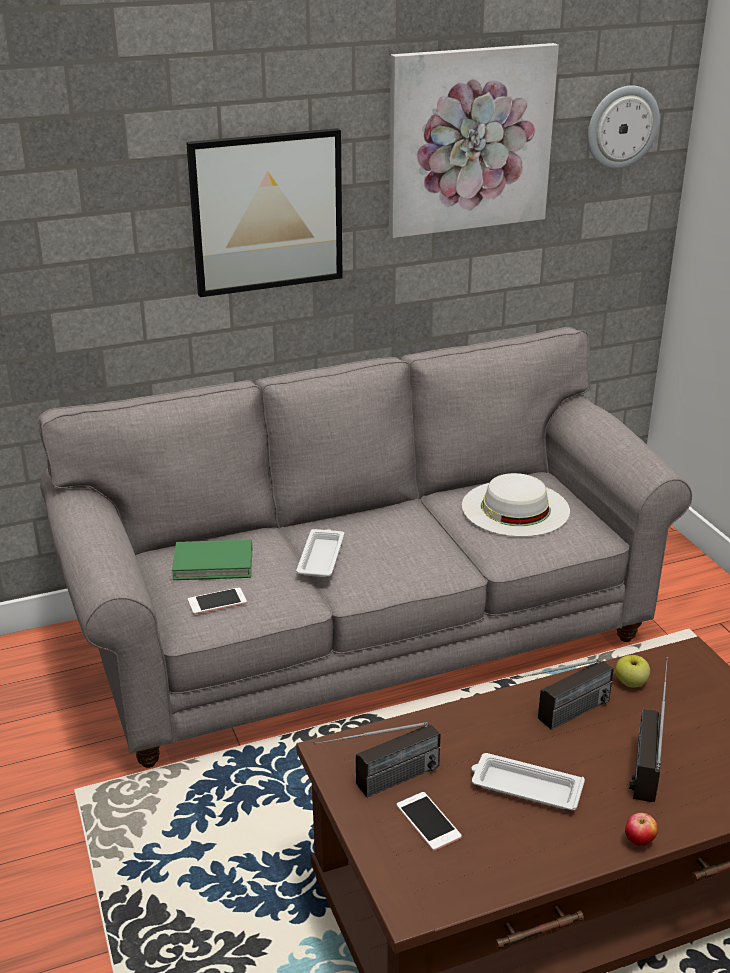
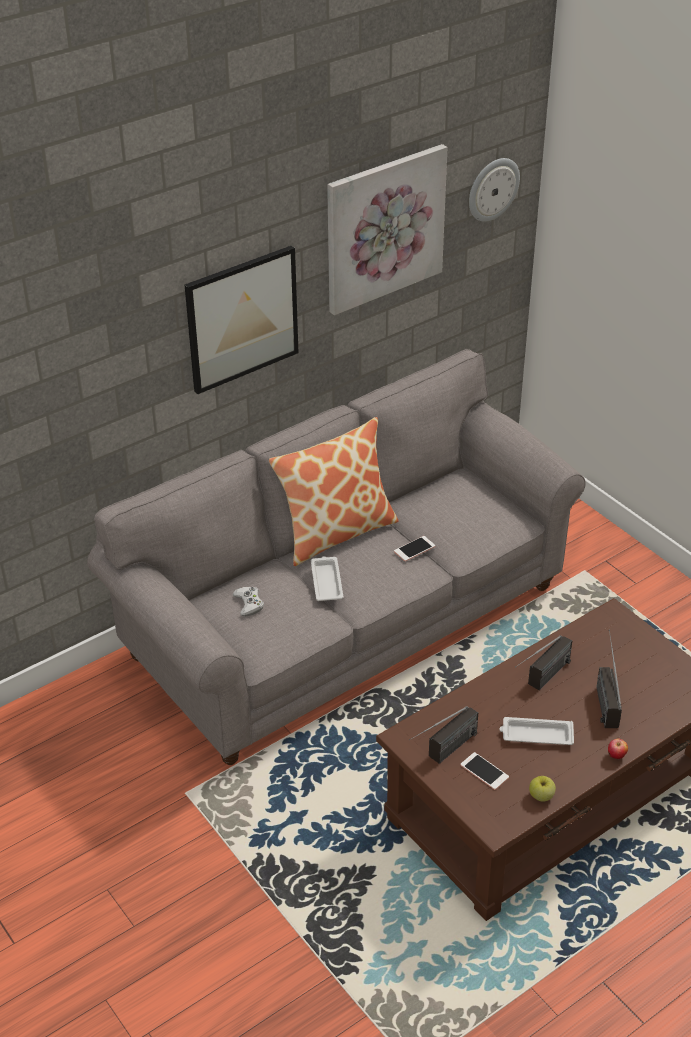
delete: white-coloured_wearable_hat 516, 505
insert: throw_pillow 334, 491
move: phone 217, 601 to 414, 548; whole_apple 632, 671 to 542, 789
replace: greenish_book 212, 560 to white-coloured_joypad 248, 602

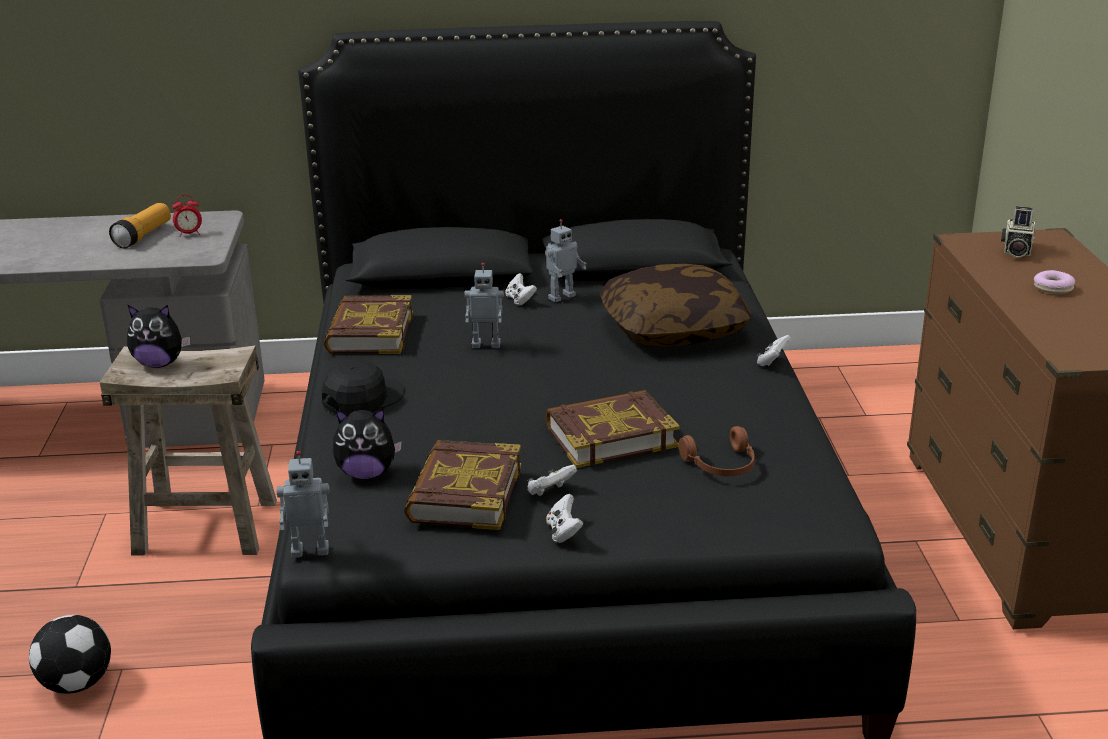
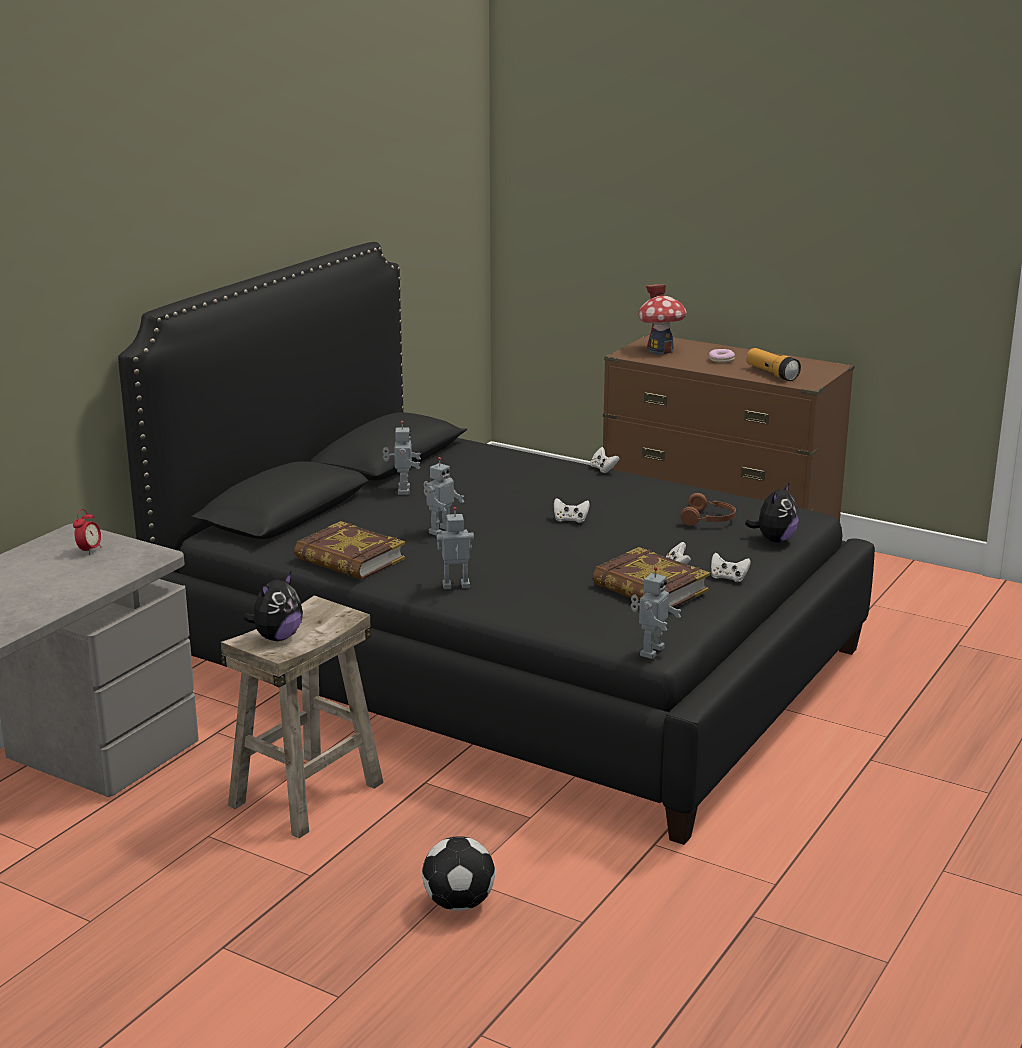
delete: book 613, 429; throw_pillow 676, 305
move: torch 140, 226 to 774, 364; plush_toy 367, 443 to 772, 512; white-coloured_joypad 521, 289 to 572, 510
replace: black_cap 363, 387 to model_robot 455, 548; still_camera 1018, 232 to miniature_house 662, 319

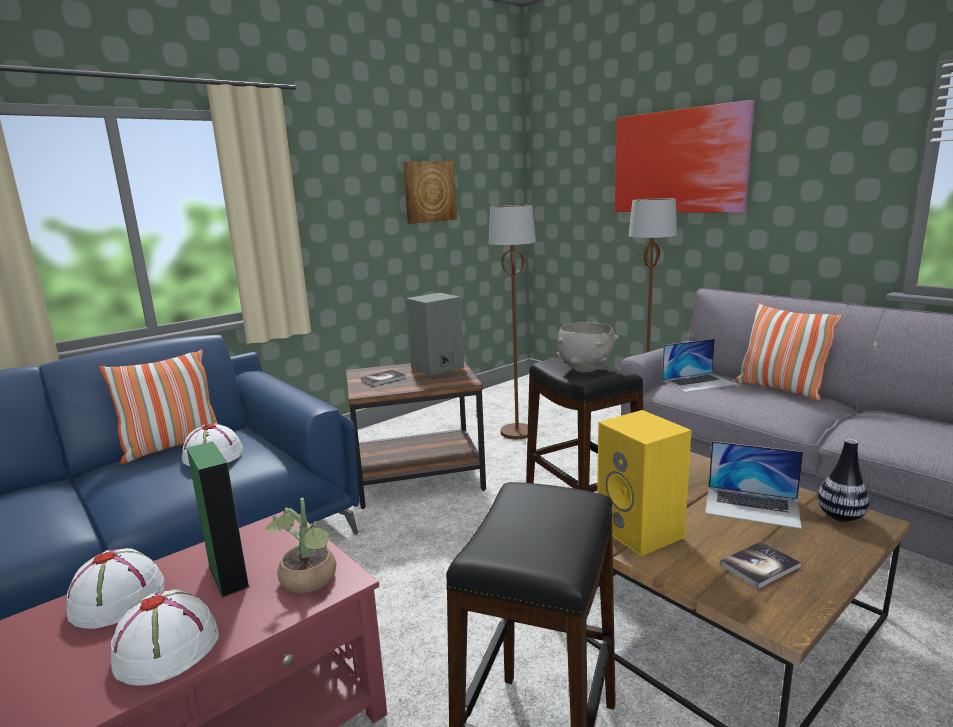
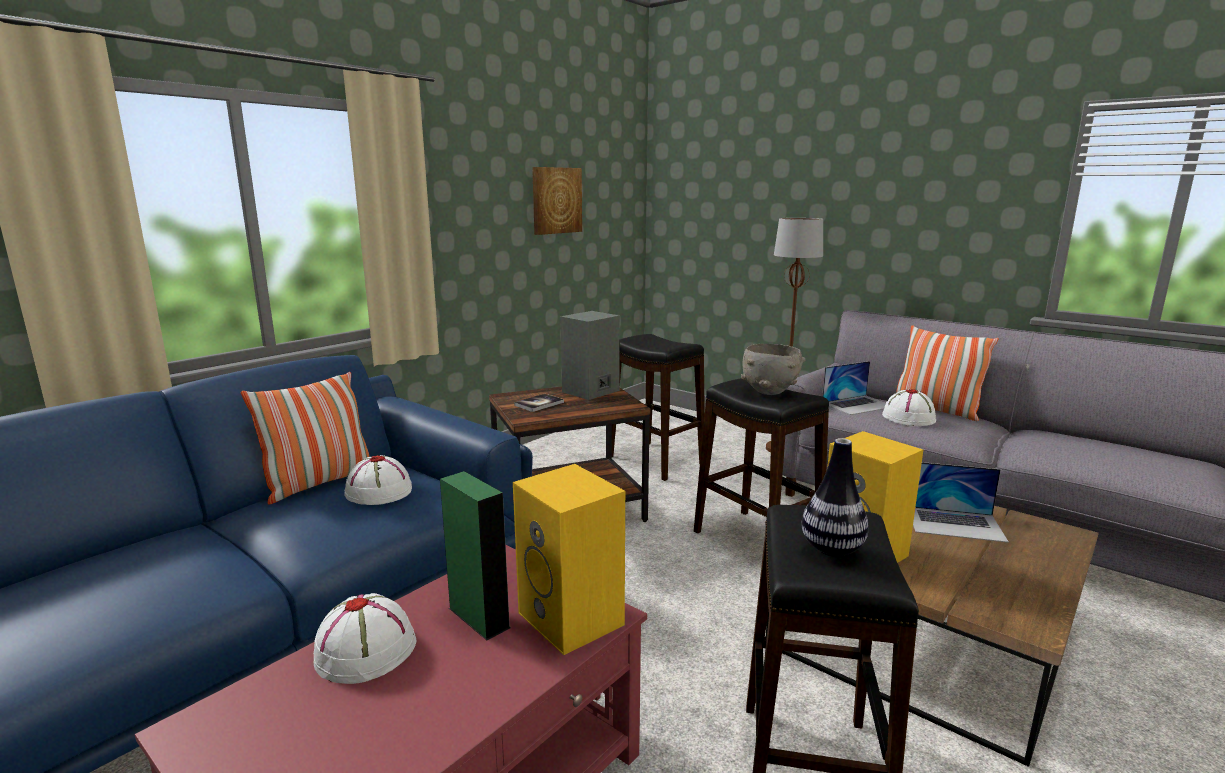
delete: picture 684, 156; book 760, 565
move: white-coloured_wearable_hat 165, 637 to 909, 407; decorative_vase 843, 480 to 835, 497
replace: plant_in_a_pot 301, 545 to yellow_loudspeaker 569, 559; brownish_standing_lamp 512, 322 to black_stool 658, 407

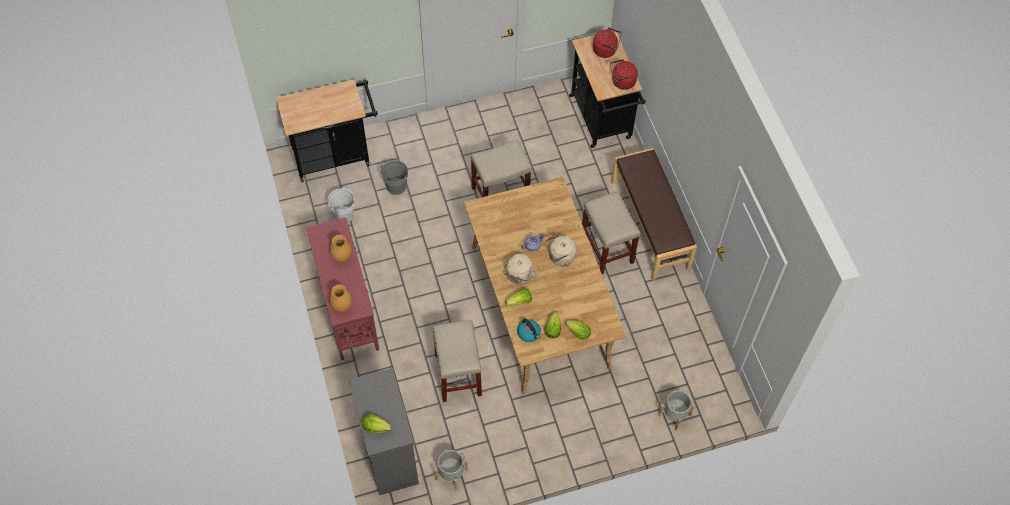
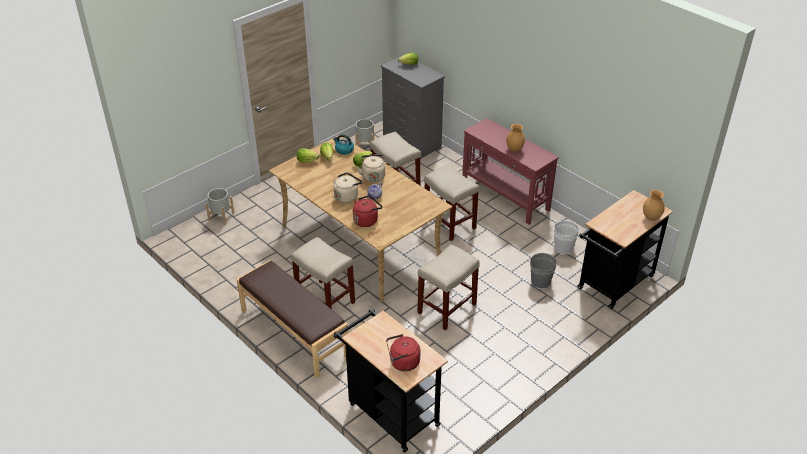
insert: beige_stool 451, 203
move: brownish_decorative_vase 340, 298 to 654, 205; red_water_kettle 624, 74 to 368, 211

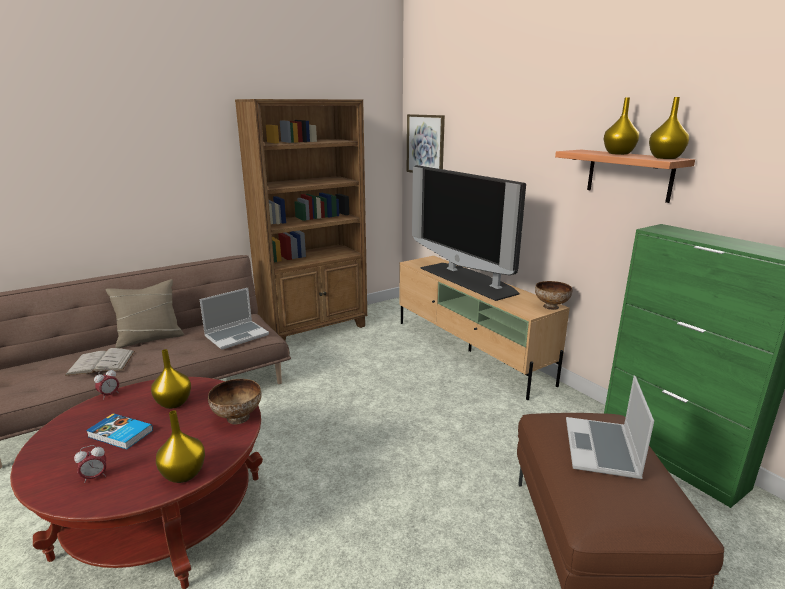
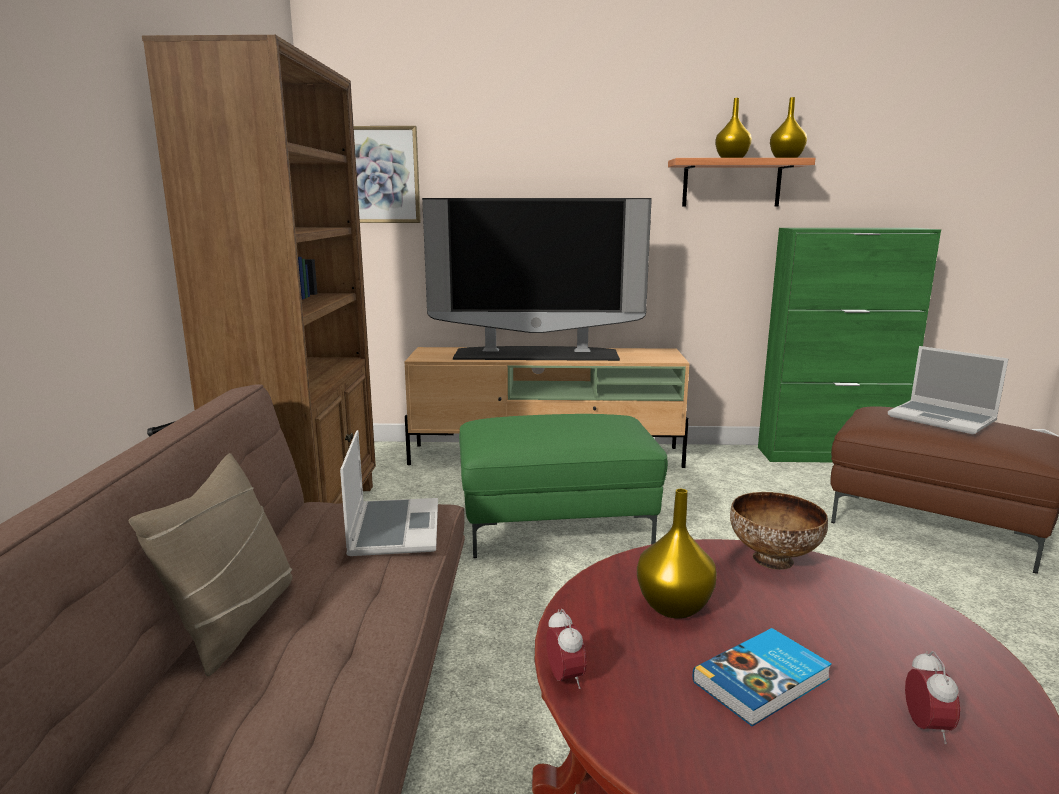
delete: white-coloured_book 100, 362; yellow_decorative_vase 180, 446; bowl 553, 295
insert: greenish_footrest 563, 486

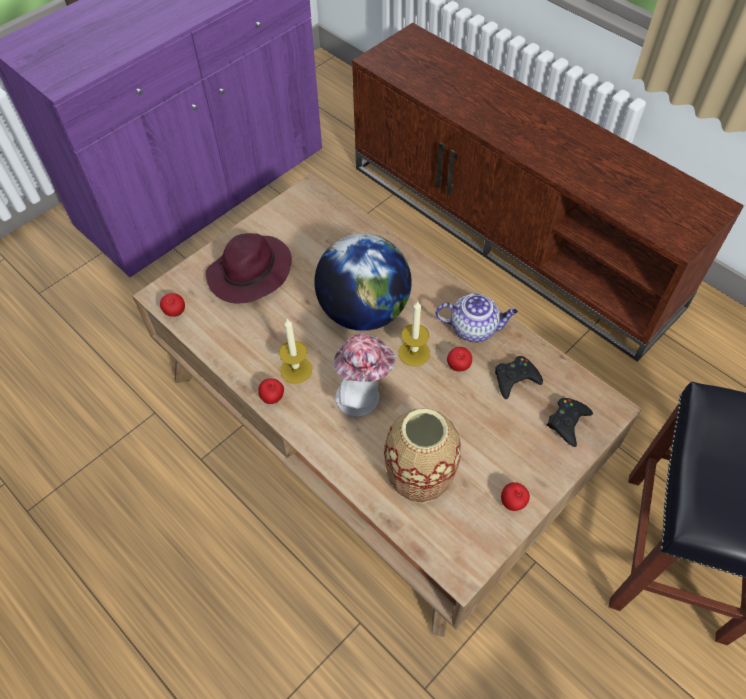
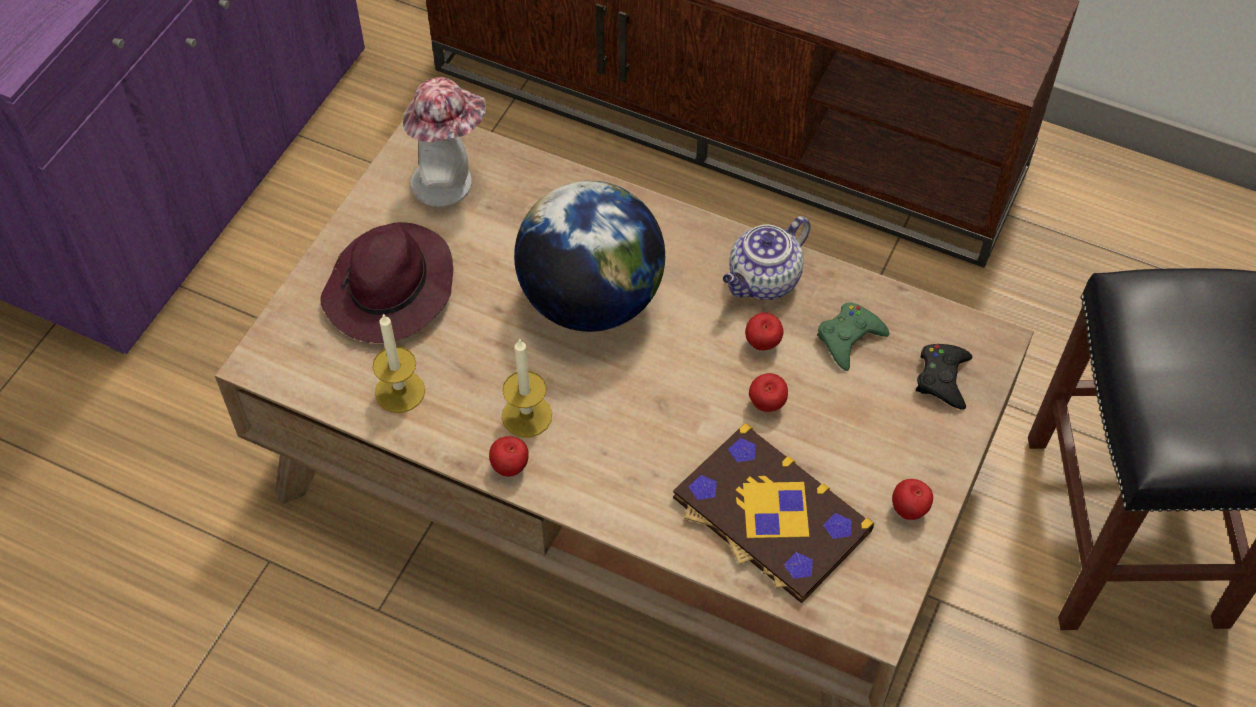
move: whole_apple 172, 305 to 768, 392; wearable_hat 364, 375 to 444, 142; candle 414, 333 to 398, 363
replace: decorative_vase 422, 455 to book 773, 513
recolor: black_joypad 519, 377 to greenish_joypad 853, 336
rotate: tea_pot 476, 318 = 767, 258 150 degrees clockwise

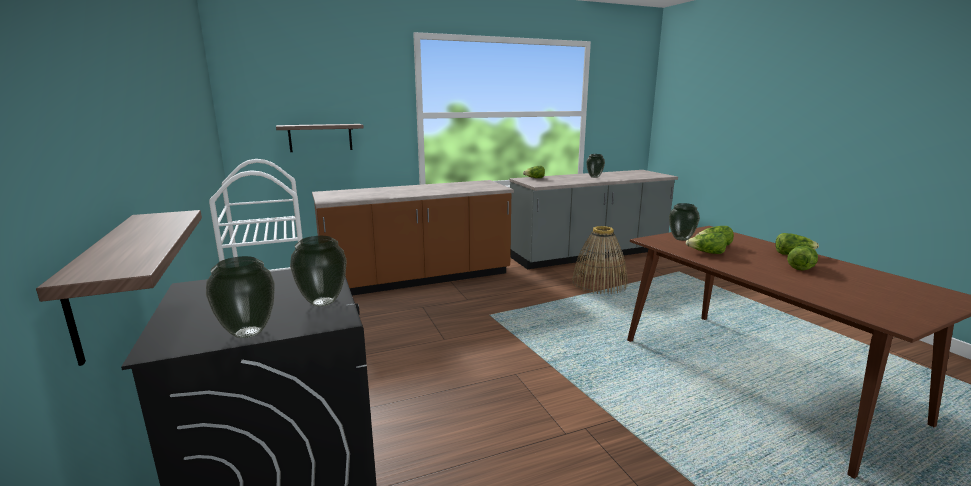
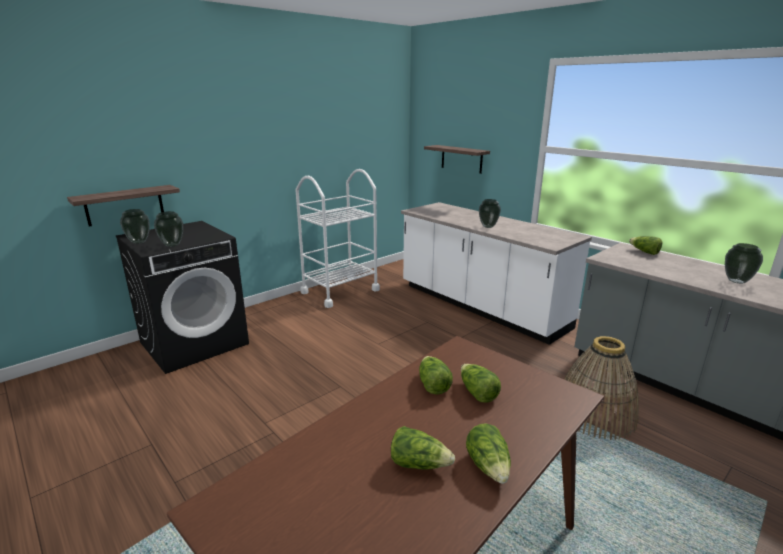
move: decorative_vase 684, 222 to 490, 213
recolor: brownish_counter 413, 238 to white-coloured_counter 496, 273

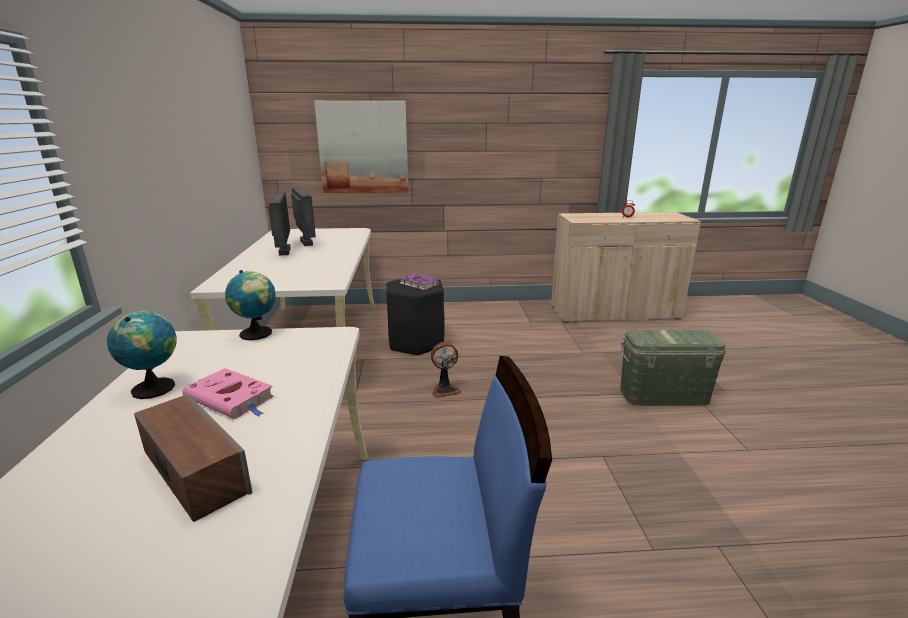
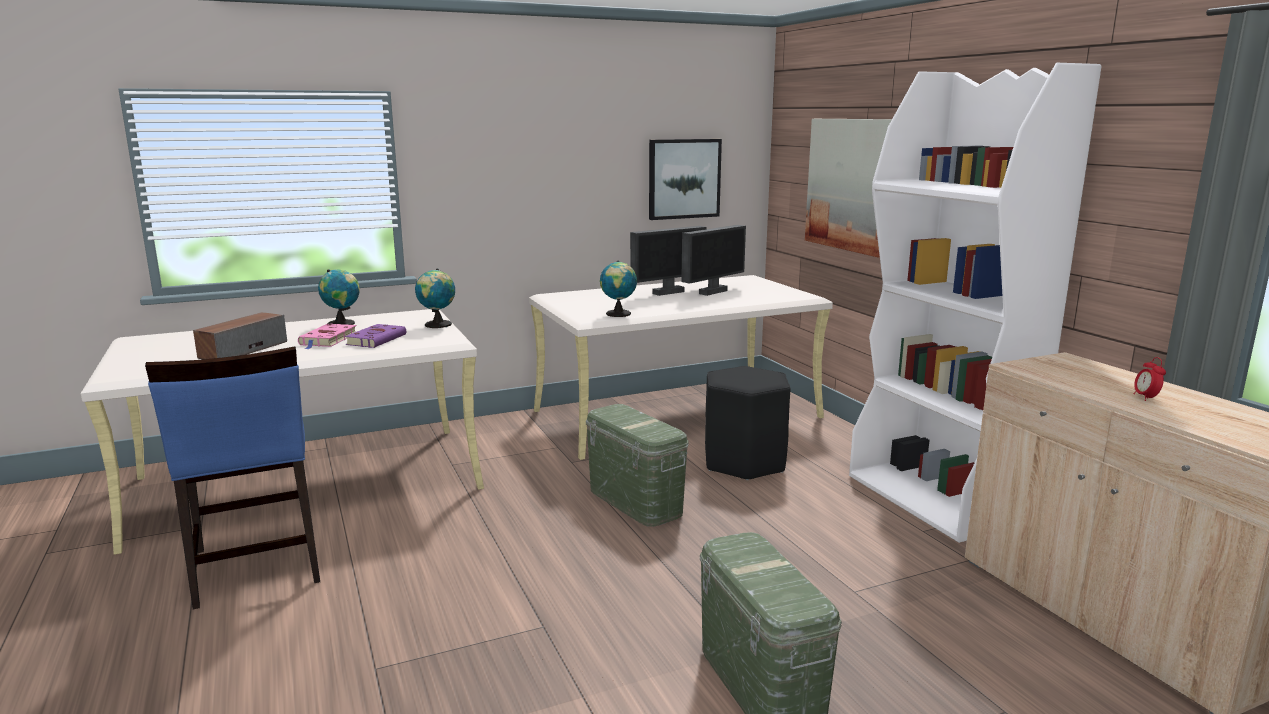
insert: globe 618, 288; picture 685, 179; white-coloured_shelving_unit 975, 303
move: purple_book 419, 281 to 375, 336
replace: fan 446, 370 to greenish_storage_bin 637, 465

